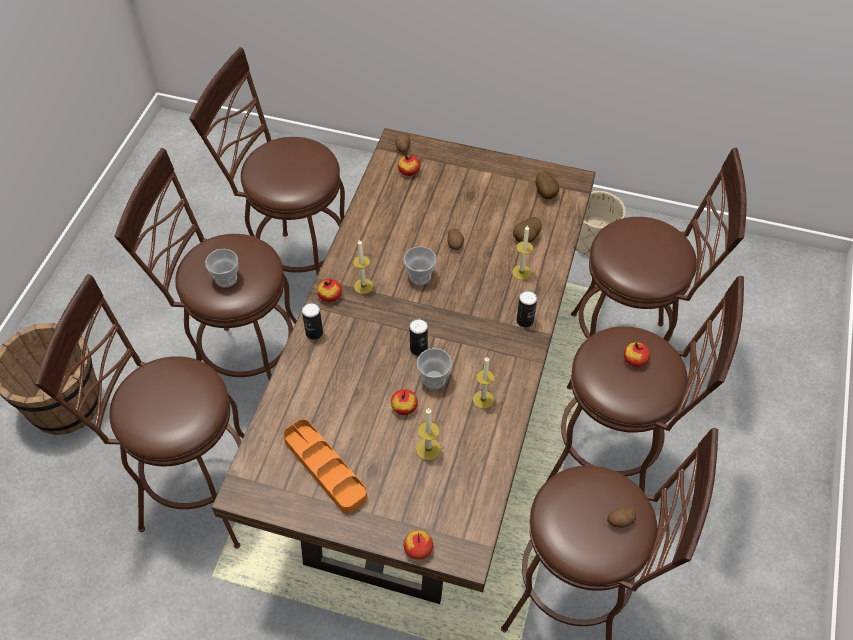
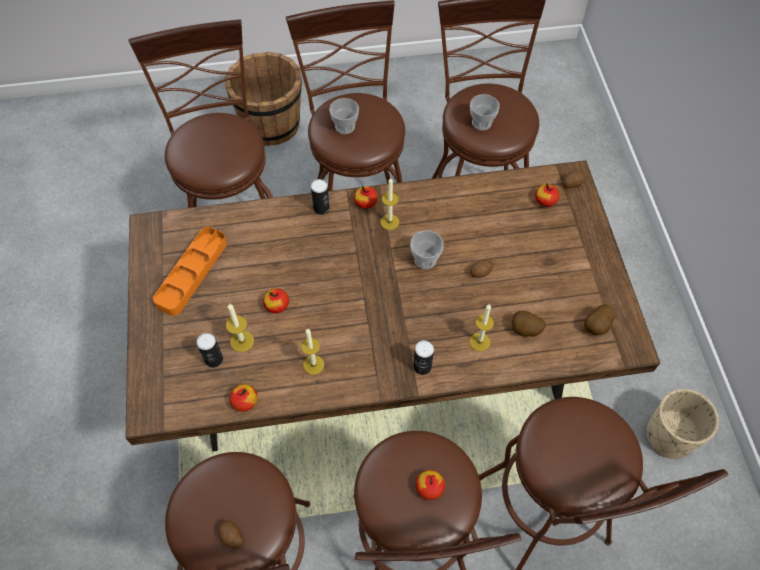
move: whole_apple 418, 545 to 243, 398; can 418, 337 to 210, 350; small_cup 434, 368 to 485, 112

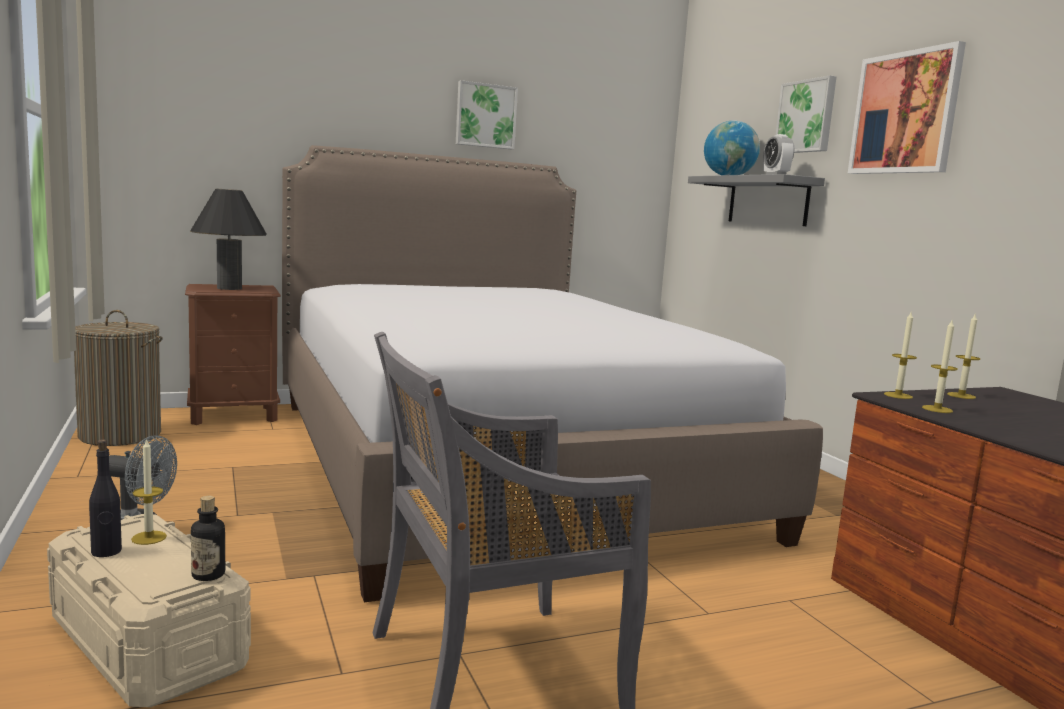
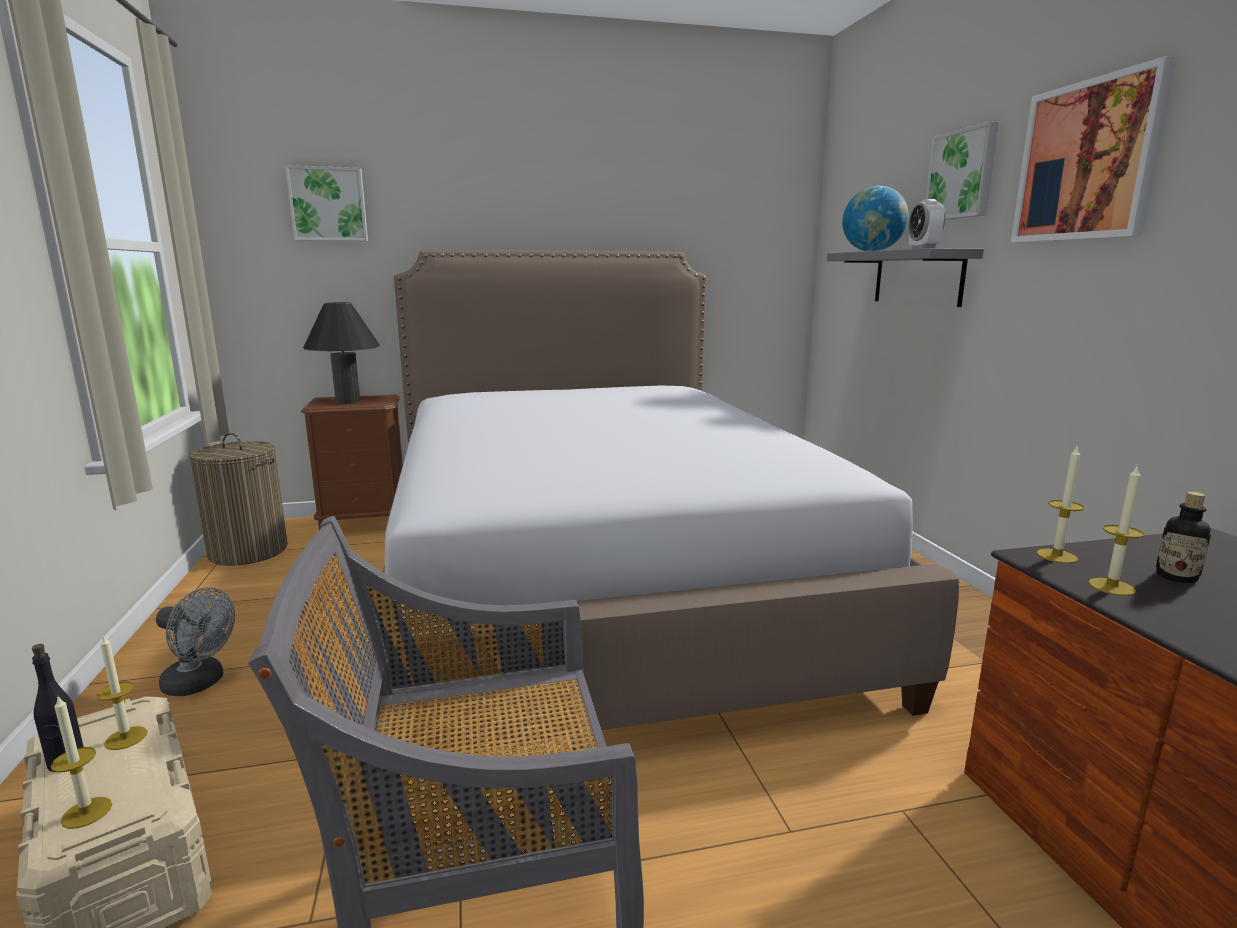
move: bottle 208, 538 to 1183, 537; picture 487, 114 to 326, 203; candle 963, 356 to 81, 762

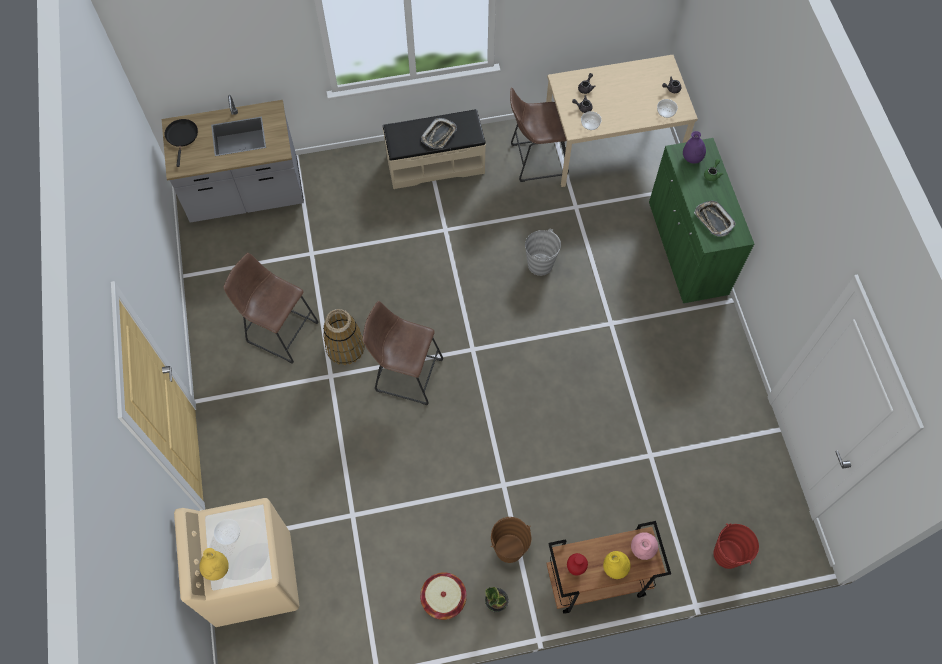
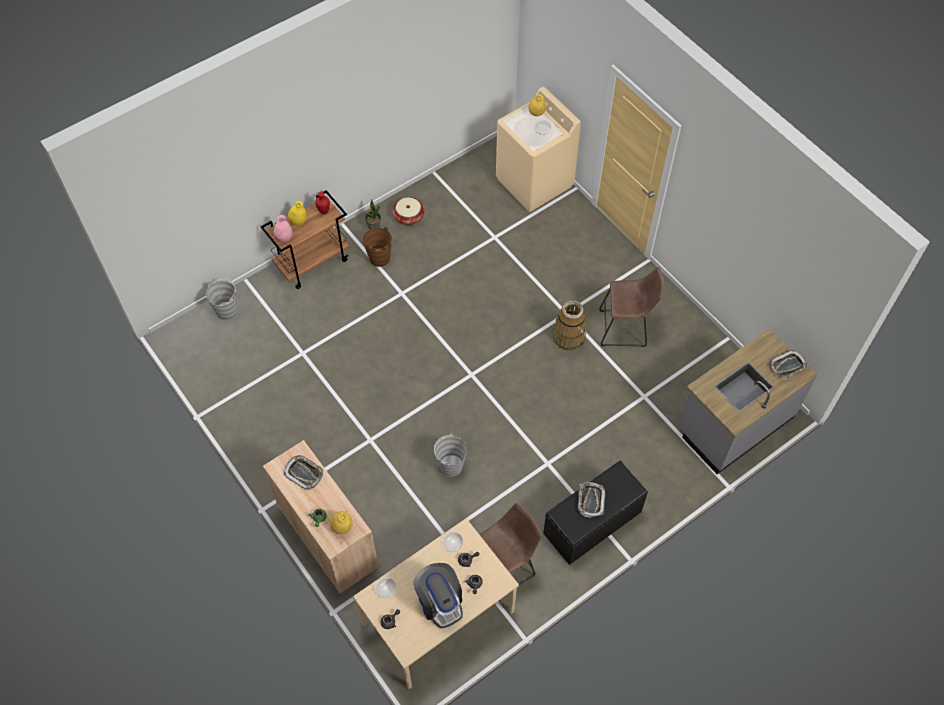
delete: brownish_stool 403, 353
insert: coffee_brewer 438, 596
replace: black_pan 181, 143 to serving_tray 788, 364
recolor: beige_long_seat 434, 149 to black_long_seat 595, 513; greenish_cabinet 701, 220 to beige_cabinet 321, 517; purple_decorative_vase 694, 147 to yellow_decorative_vase 341, 522; red_bucket 736, 546 to gray_bucket 222, 299

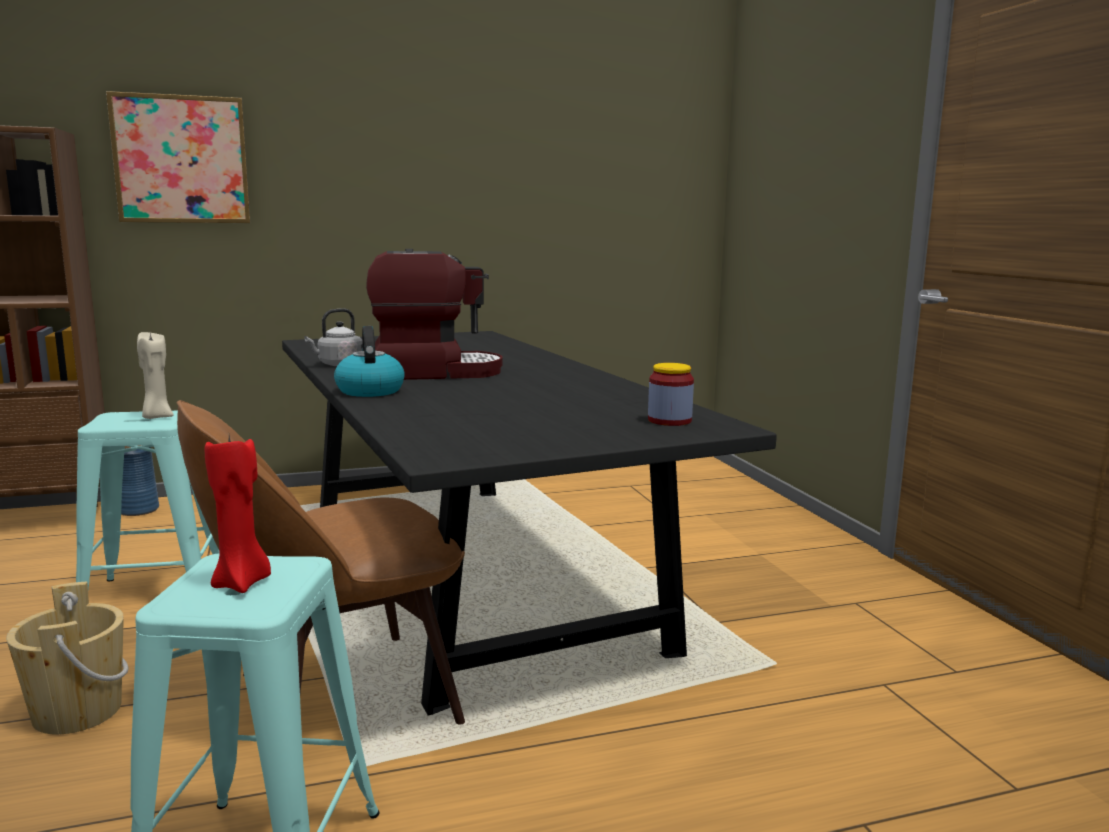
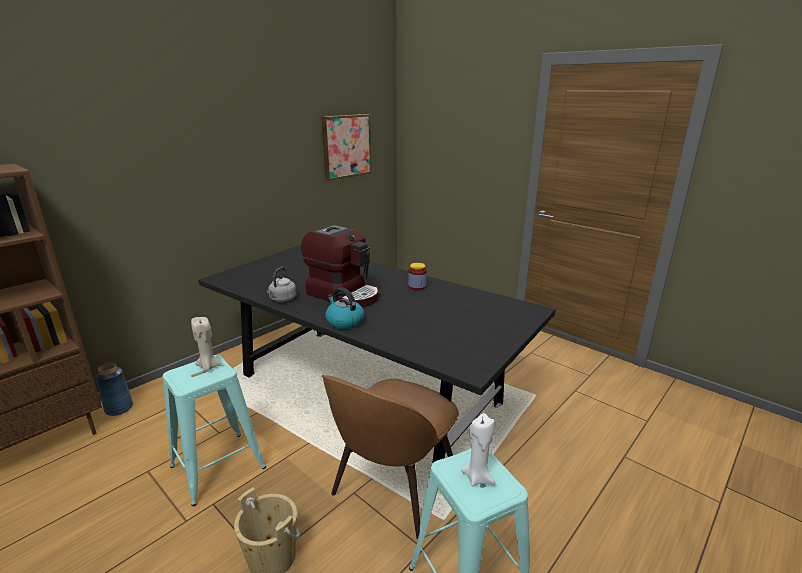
move: picture 178, 157 to 346, 147; storage_jar 671, 394 to 417, 276
recolor: red_candle 238, 514 to white-coloured_candle 478, 449
rotate: coffee_brewer 434, 314 = 340, 265 75 degrees clockwise

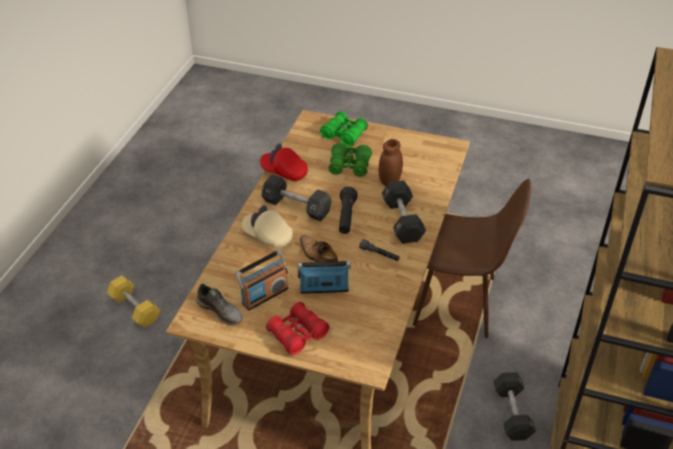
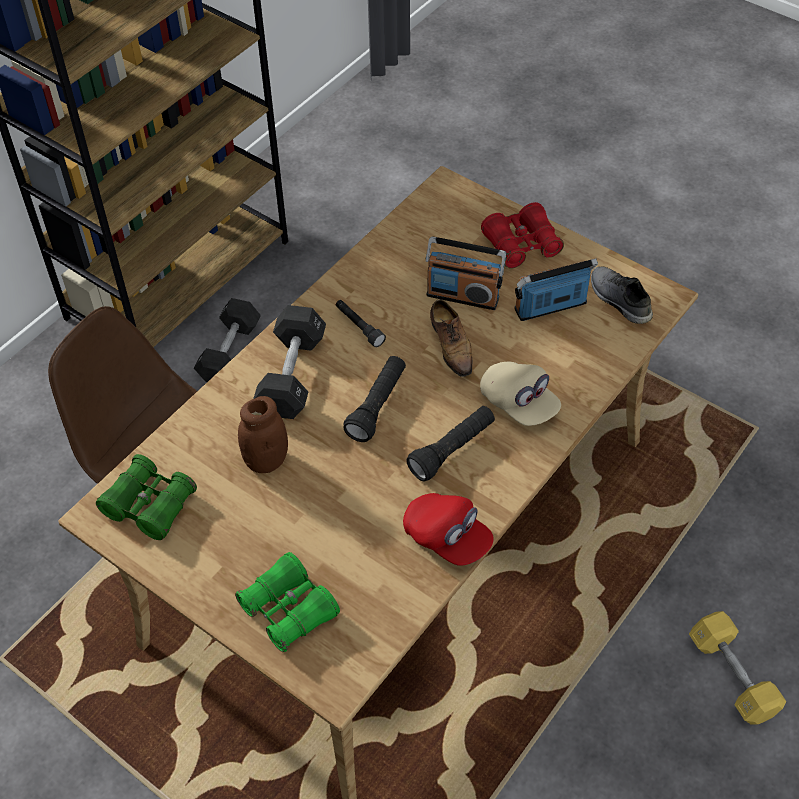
move: greenish_binoculars 350, 160 to 146, 497
replace: black_free_weight 296, 197 to black_torch 450, 443

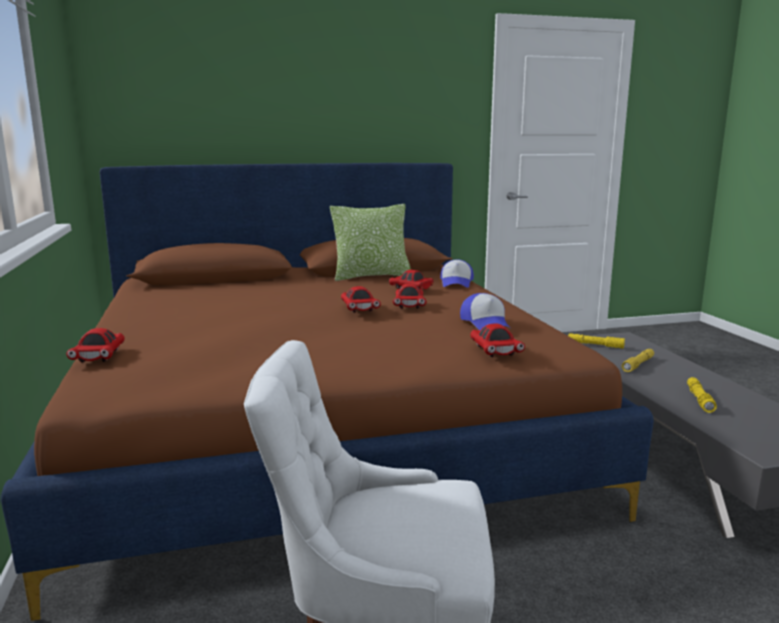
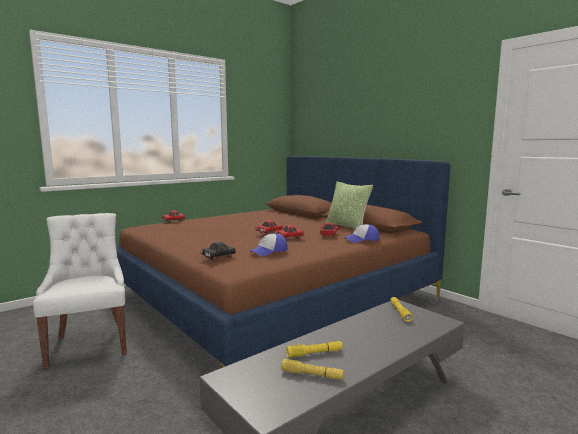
move: yellow_torch 638, 360 to 312, 369
recolor: red_miniature_car 497, 340 to black_miniature_car 218, 251

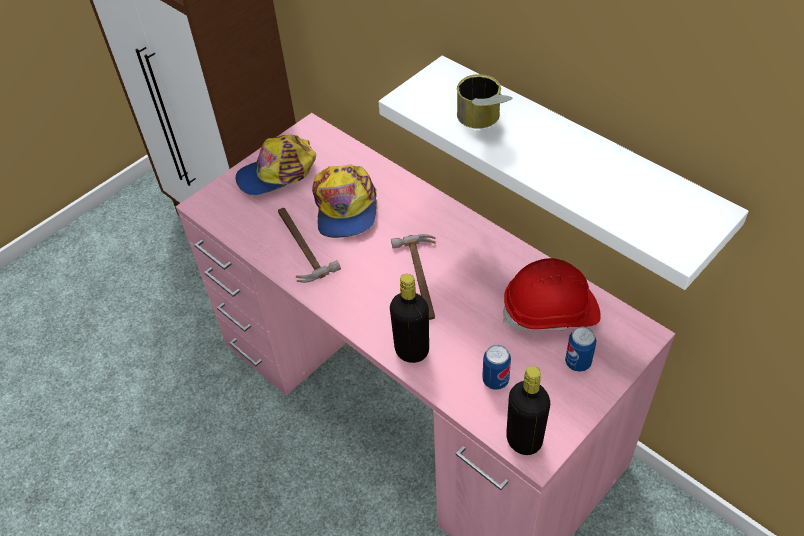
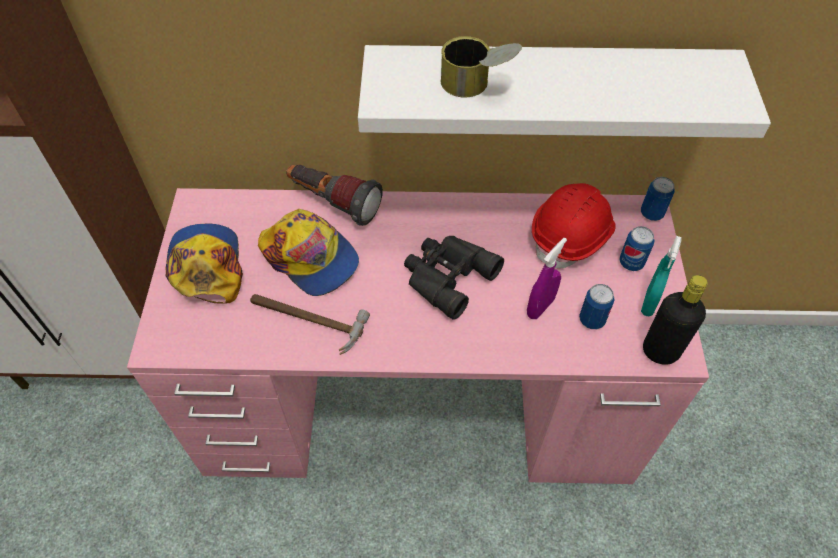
delete: black_bottle 409, 318
insert: torch 334, 195; purple_hand_sprayer 547, 278; can 658, 199; turquoise_hand_sprayer 661, 276
replace: tool_hammer 413, 277 to black_binoculars 454, 278
rotate: cap 276, 164 = 204, 264 150 degrees clockwise

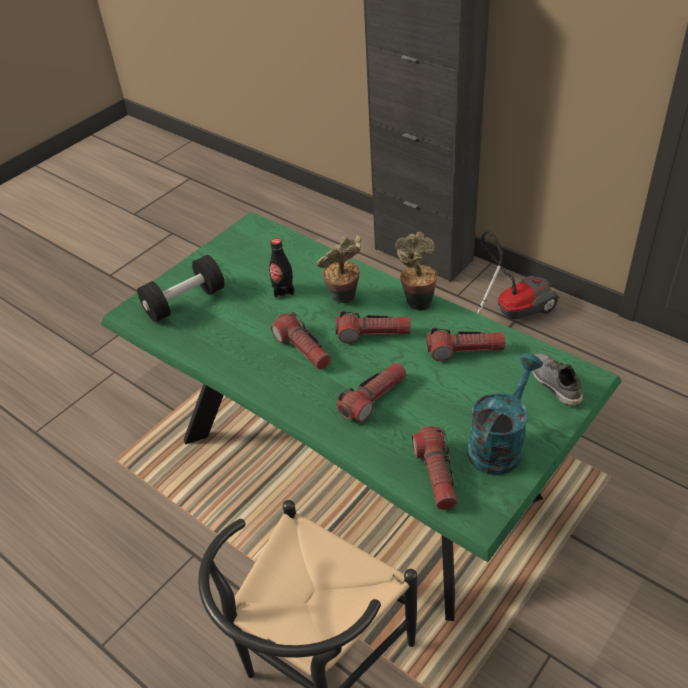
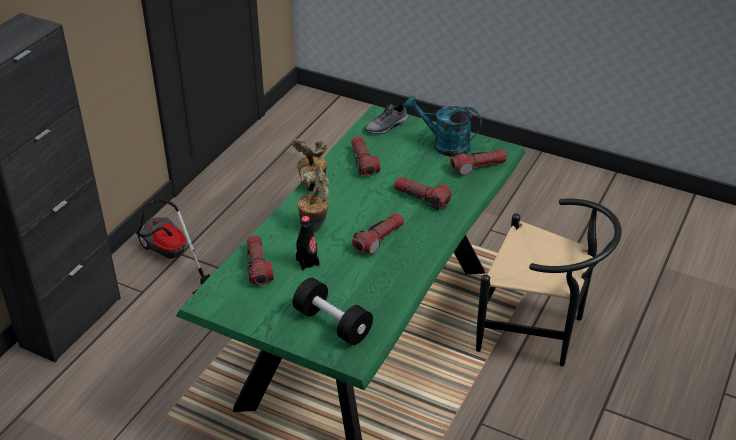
move: torch 373, 327 to 260, 260

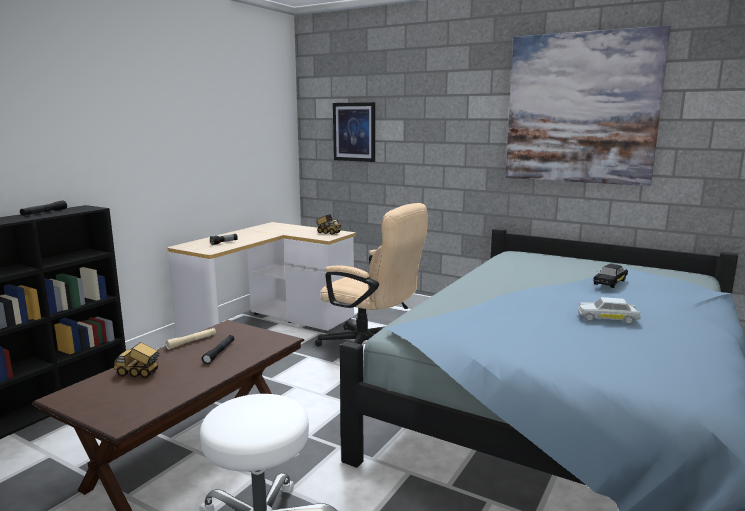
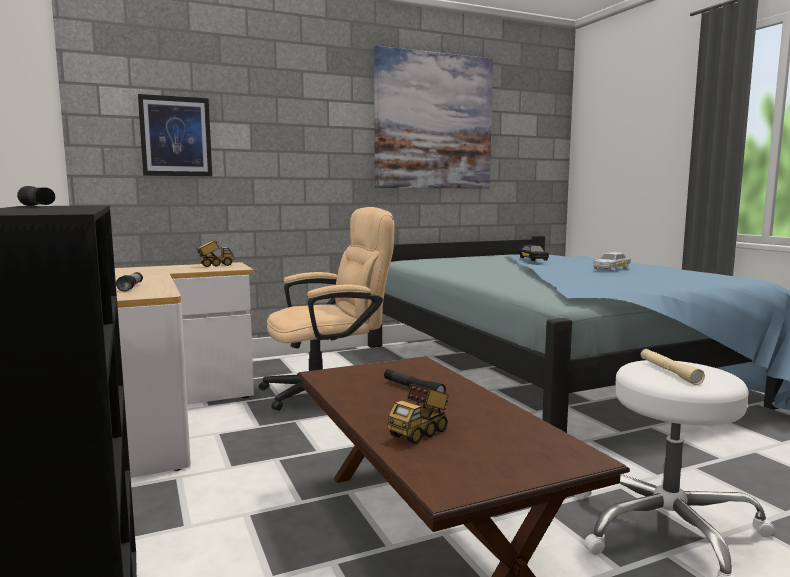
move: beige_torch 190, 339 to 673, 367

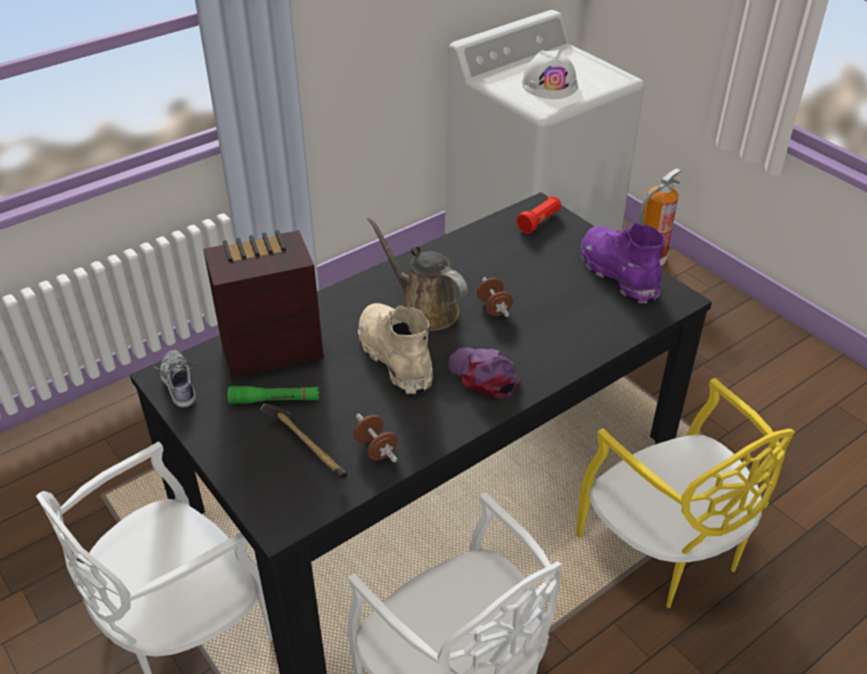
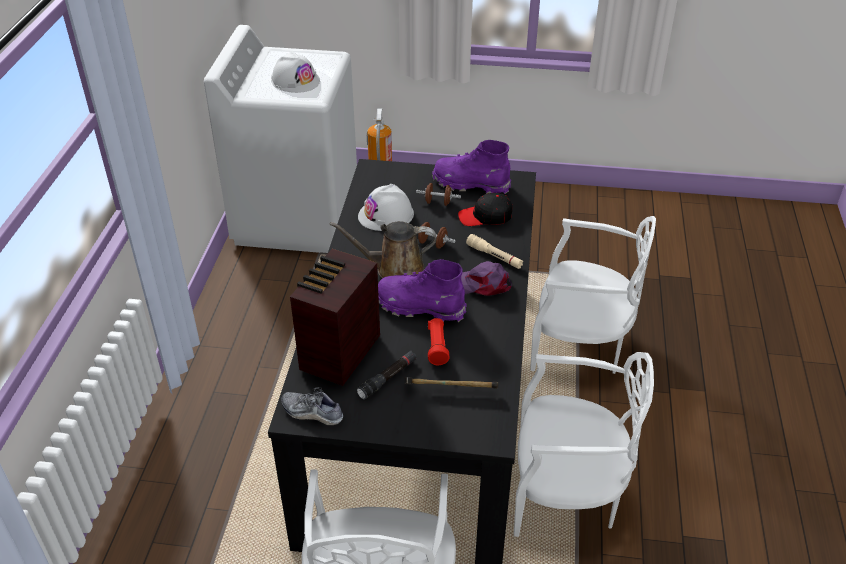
insert: white-coloured_hard_hat 386, 207; black_cap 485, 209; beige_torch 494, 251
move: brownish_free_weight 375, 438 to 438, 194; red_torch 538, 215 to 439, 341
recolor: greenish_torch 273, 395 to black_torch 386, 375; beige_high-top_boot 395, 348 to purple_high-top_boot 422, 290; yellow_upright_chair 685, 493 to white-coloured_upright_chair 593, 295

